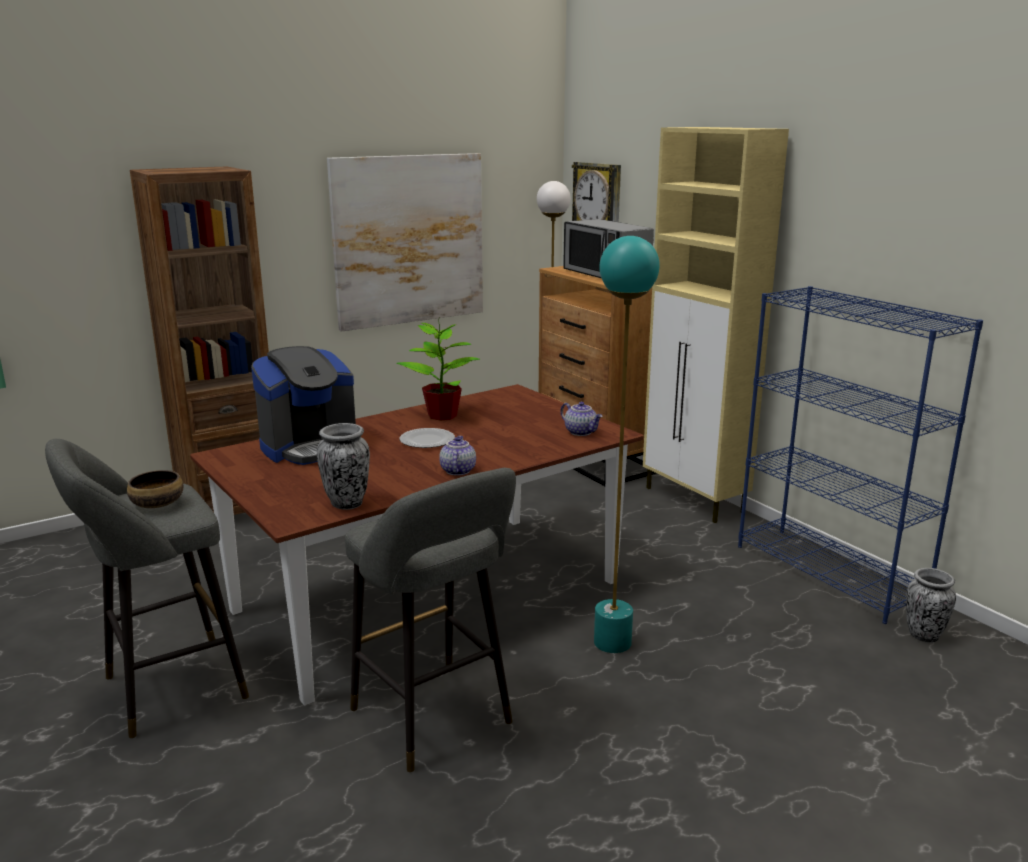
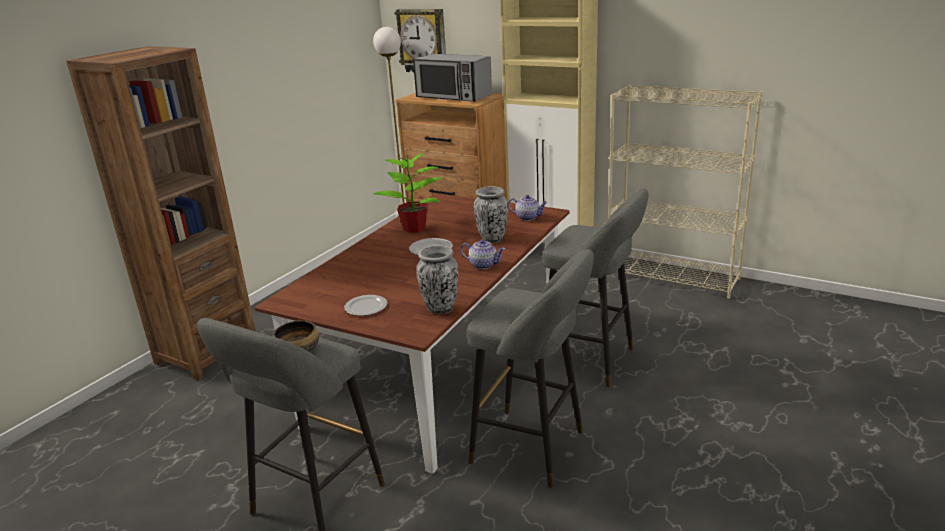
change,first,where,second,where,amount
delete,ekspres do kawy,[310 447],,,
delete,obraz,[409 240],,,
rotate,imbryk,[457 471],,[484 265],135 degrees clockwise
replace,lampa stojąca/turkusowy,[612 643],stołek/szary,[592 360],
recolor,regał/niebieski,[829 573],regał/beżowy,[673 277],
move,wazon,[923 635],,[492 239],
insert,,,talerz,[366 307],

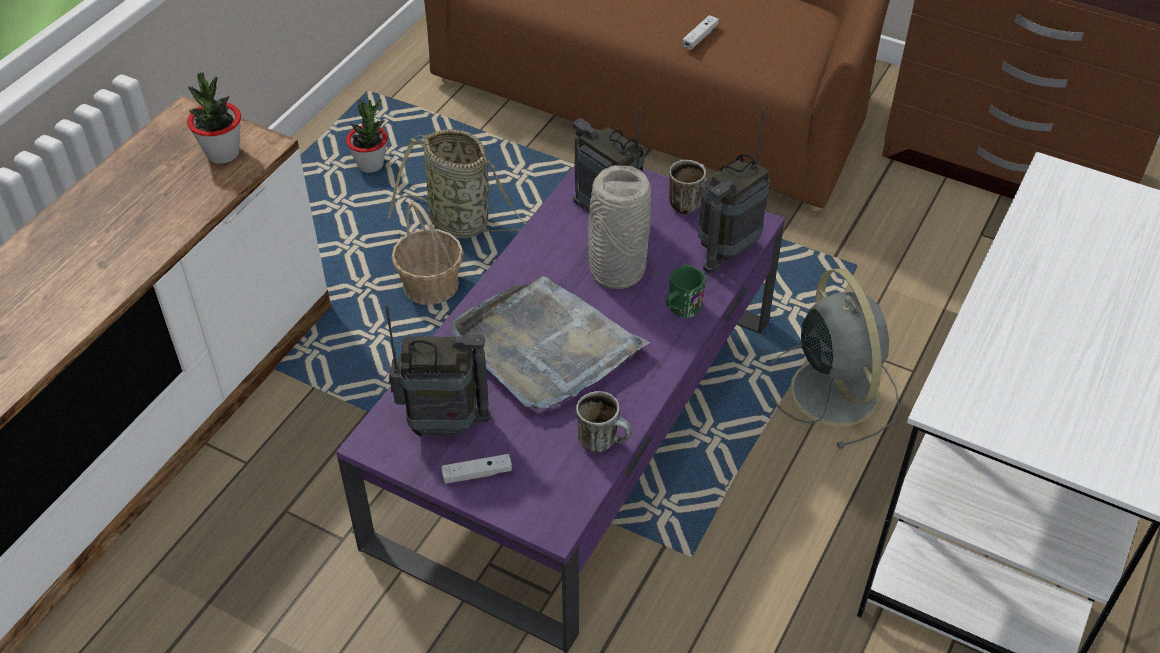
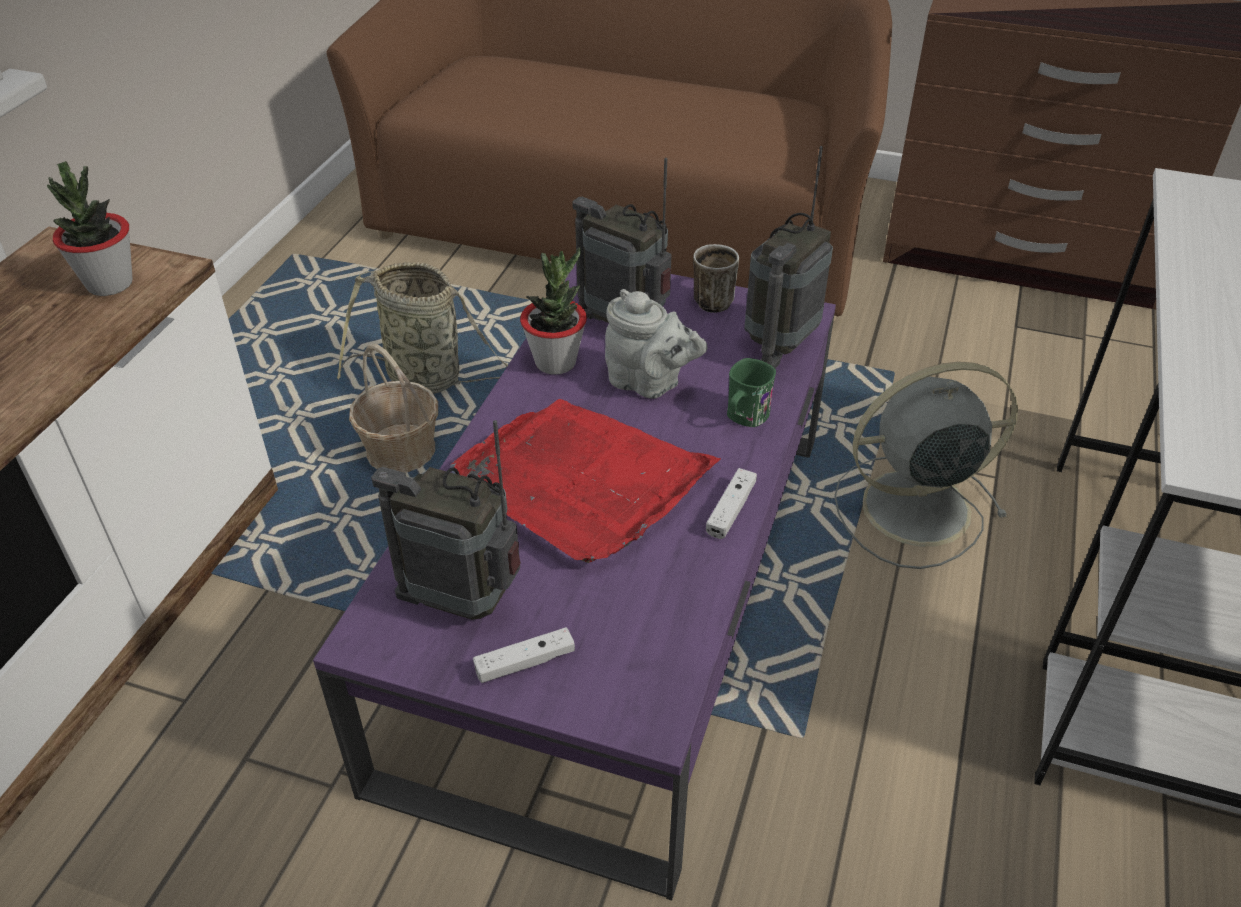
change,first,where,second,where,amount
move,roślina doniczkowa,[371 165],,[556 362],
rotate,radio,[443 425],,[463 602],150 degrees counterclockwise
recolor,taca/szary,[545 347],taca/czerwony,[582 483],
delete,kubek,[604 442],,,
replace,wazon/szary,[615 270],imbryk/szary,[649 383],
move,pad do gier/biały,[700 37],,[730 510],
rotate,wentylator/szary,[832 389],,[910 508],75 degrees counterclockwise

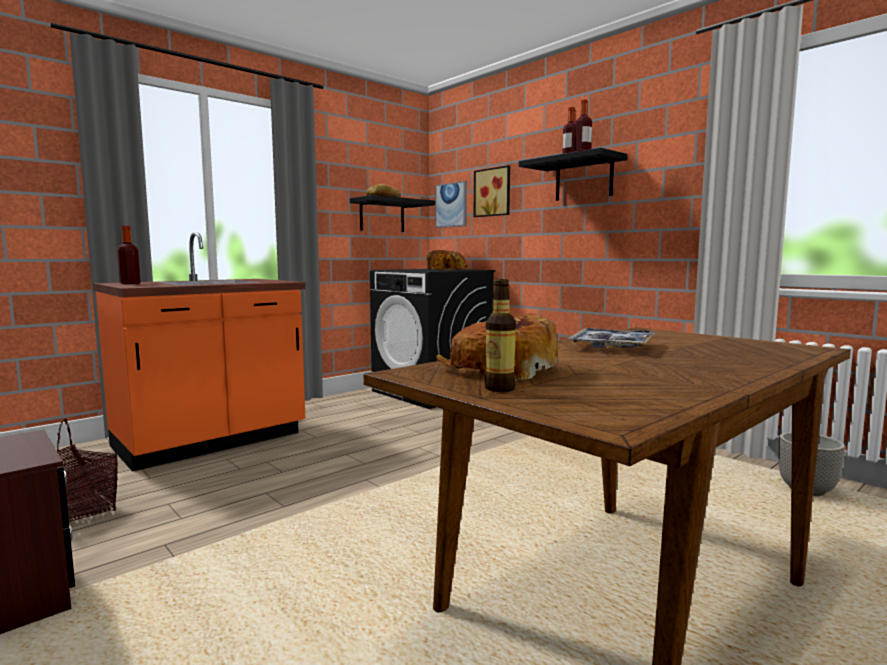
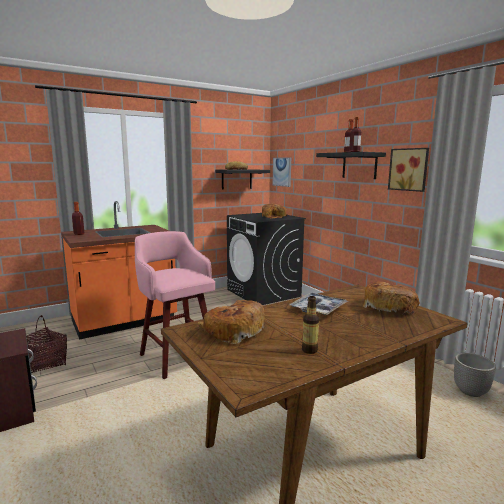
change,first,where,second,where,amount
move,obraz,[493 192],,[409 169],
move,butelka,[499 388],,[309 350],
insert,,,stołek/różowy,[177 356],
insert,,,chleb,[388 307],

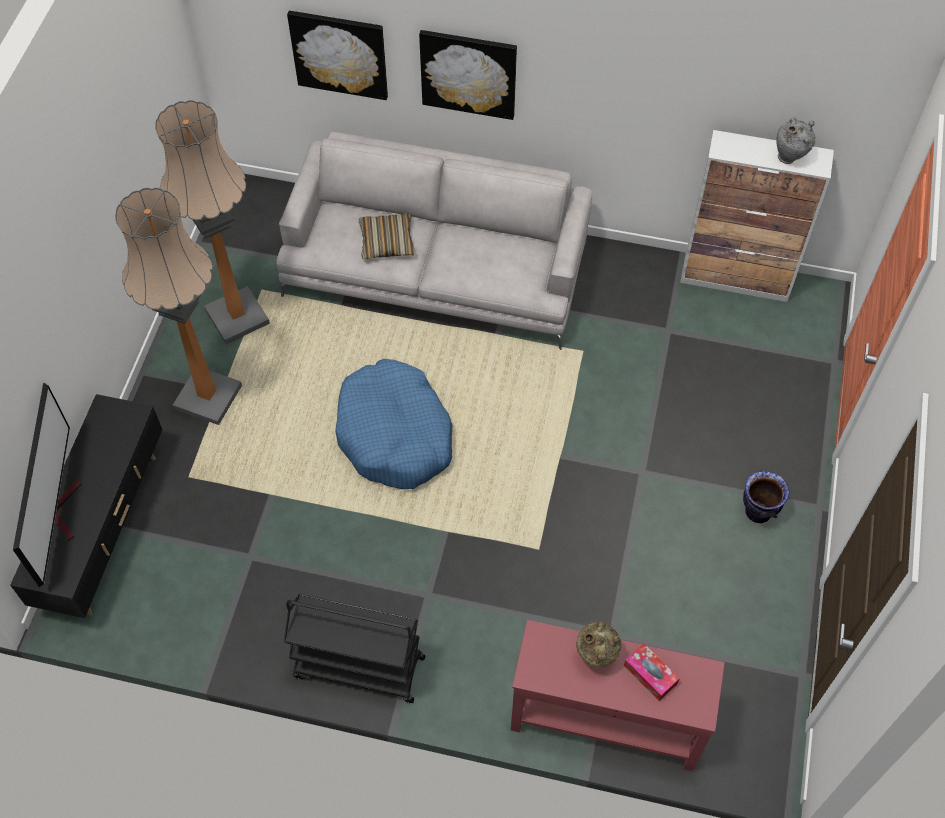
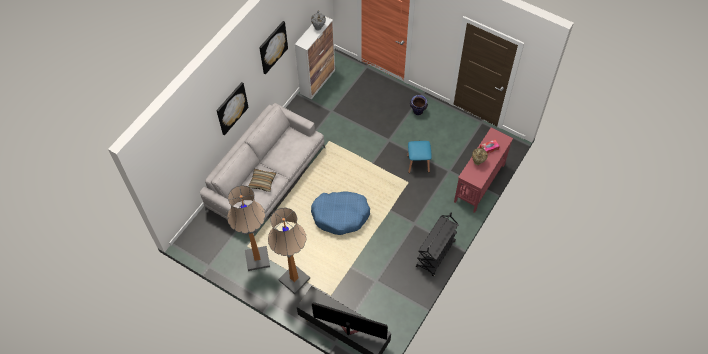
change,first,where,second,where,amount
move,obraz,[339 54],,[272 47],
insert,,,stołek/niebieski,[418 163],

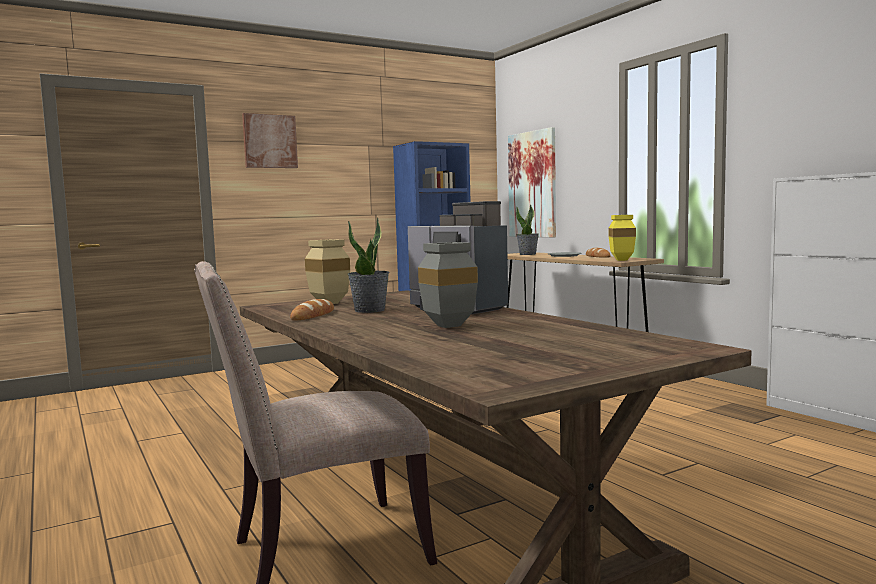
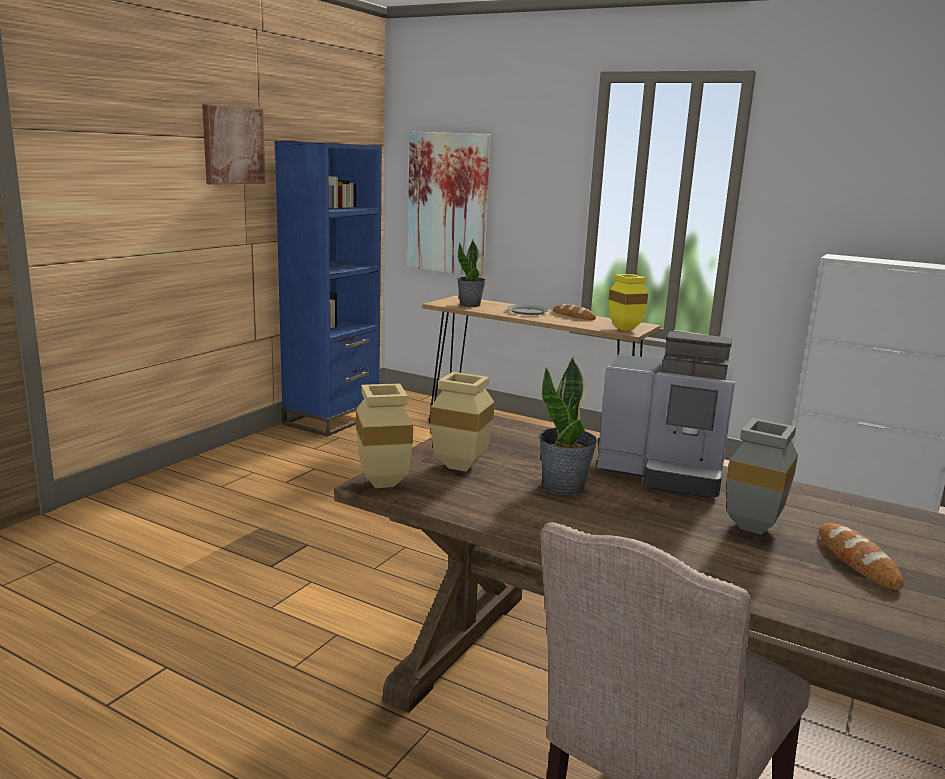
change,first,where,second,where,amount
move,obraz,[270 141],,[233 145],
move,chleb,[313 315],,[857 561],
insert,,,wazon/beżowy,[385 484],

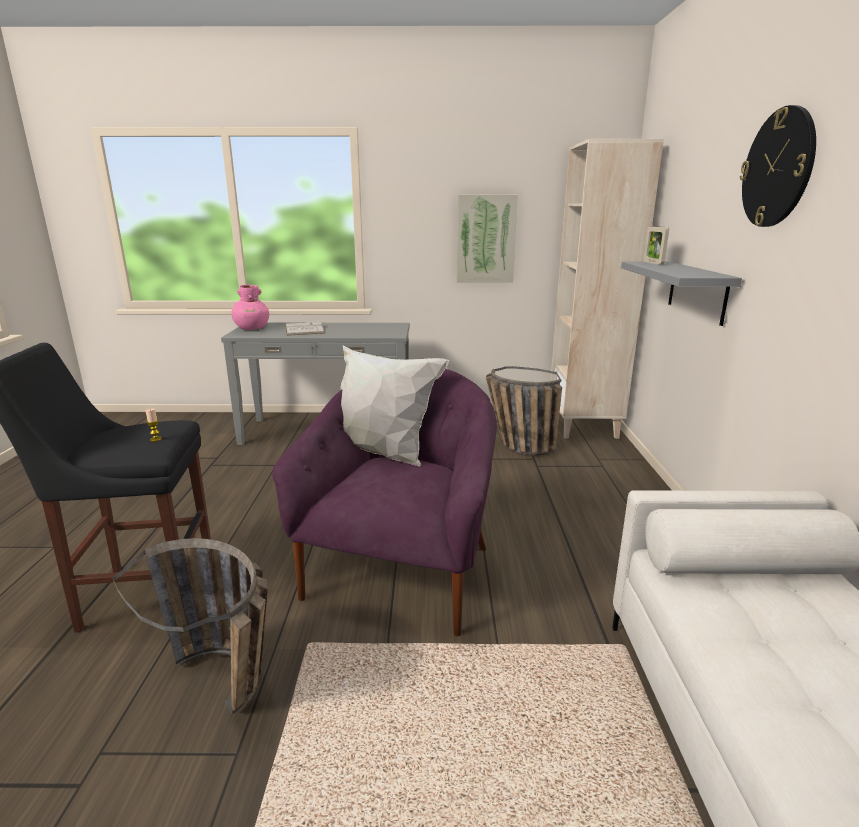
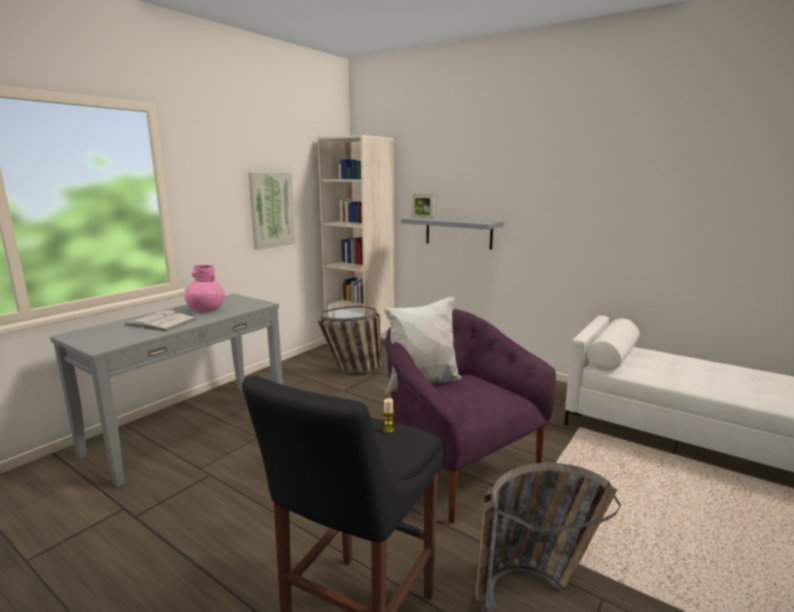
change,first,where,second,where,amount
move,wazon/różowy,[251 328],,[206 310],
delete,zegar ścienny,[778 168],,,

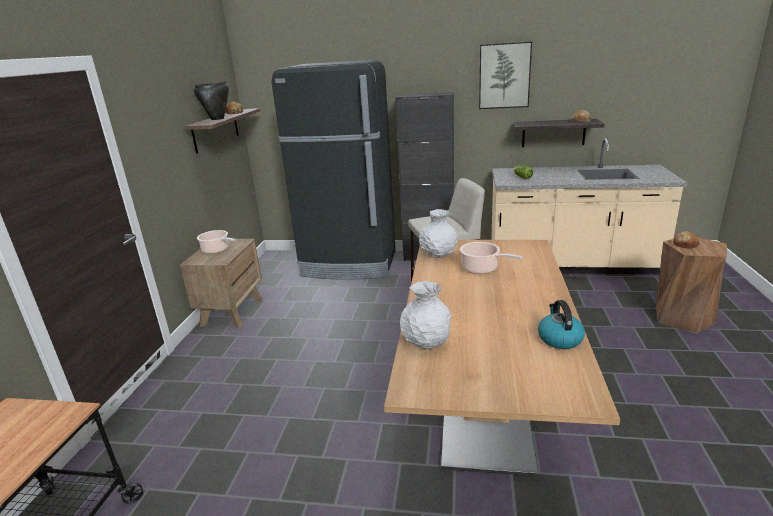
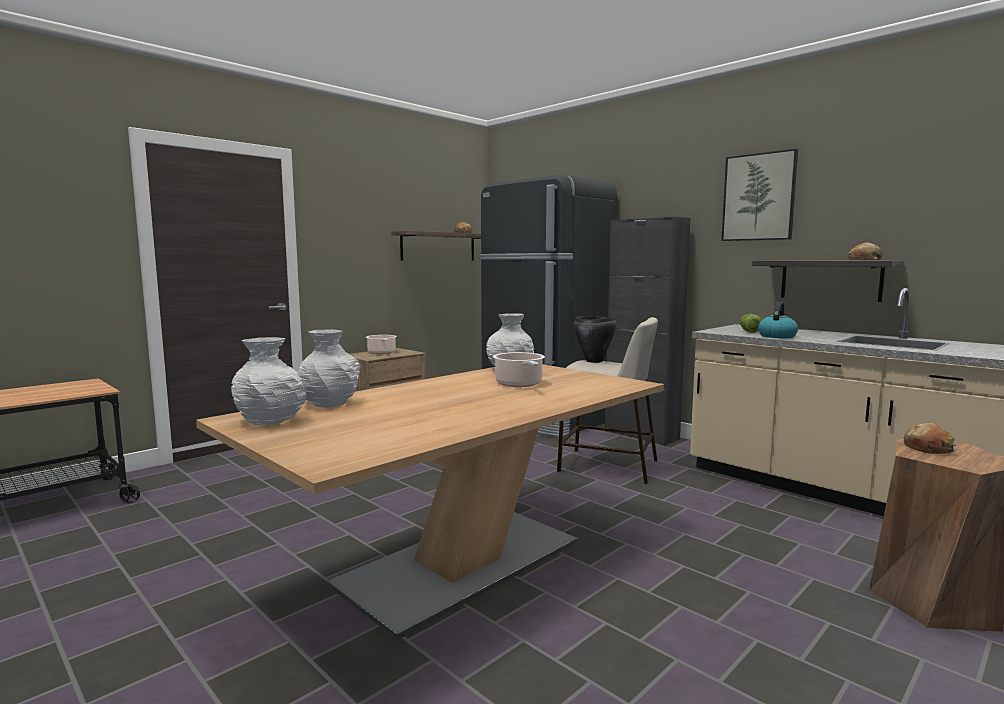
change,first,where,second,where,amount
move,garnek/czarny,[217 119],,[594 361],
move,czajnik,[559 338],,[777 336],
insert,,,wazon/biały,[271 420],

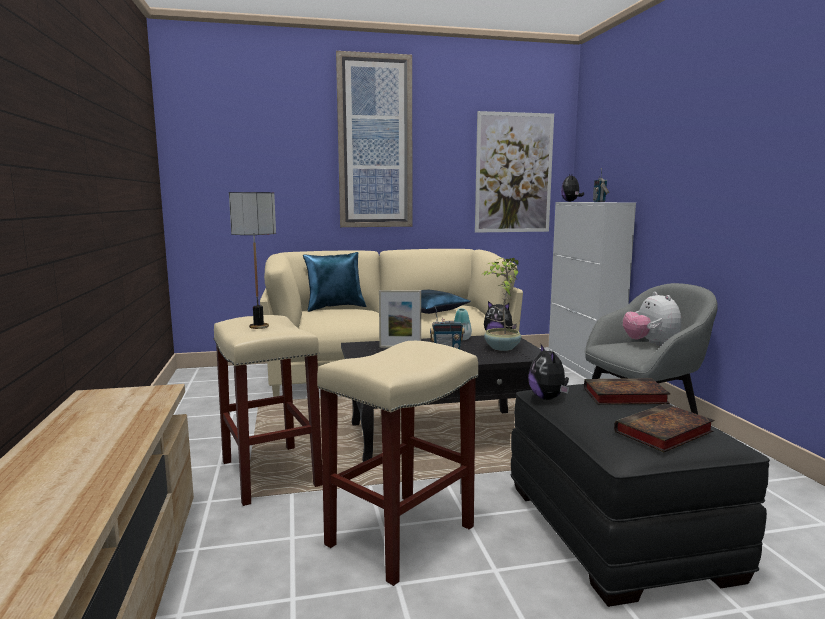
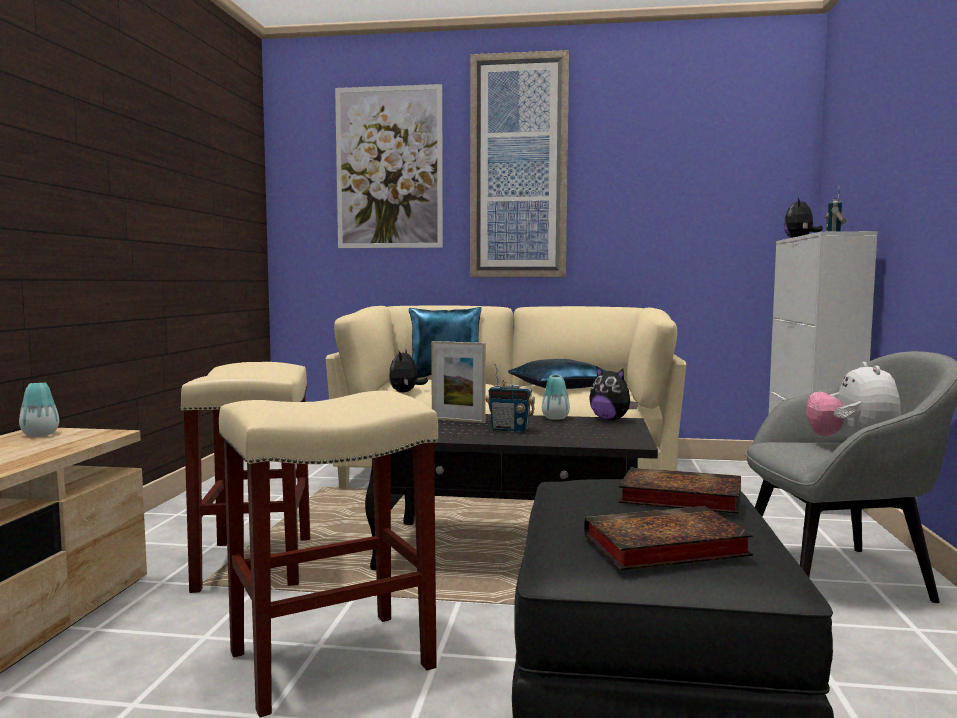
change,first,where,second,where,amount
delete,lampa stołowa,[258 326],,,
move,obraz,[513 173],,[389 168],
delete,roślina doniczkowa,[501 348],,,
move,pluszak,[548 398],,[405 392],
insert,,,wazon,[40 434],

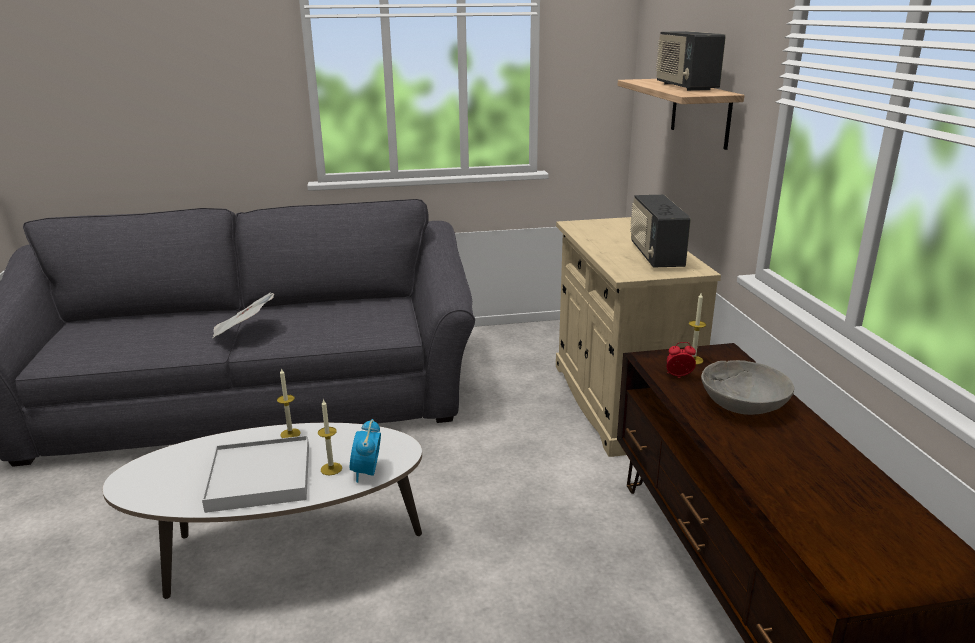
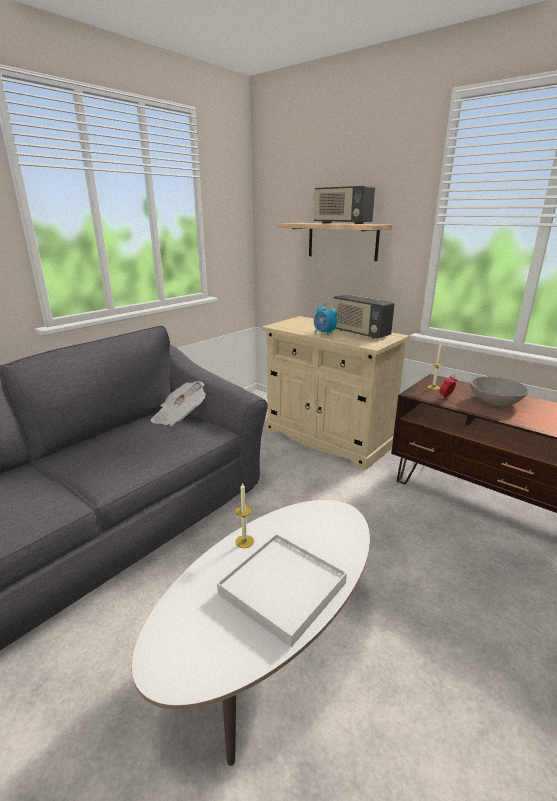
change,first,where,second,where,amount
move,gazeta,[243 331],,[179 417],
delete,świeca,[331 469],,,
move,budzik,[367 472],,[324 333],

